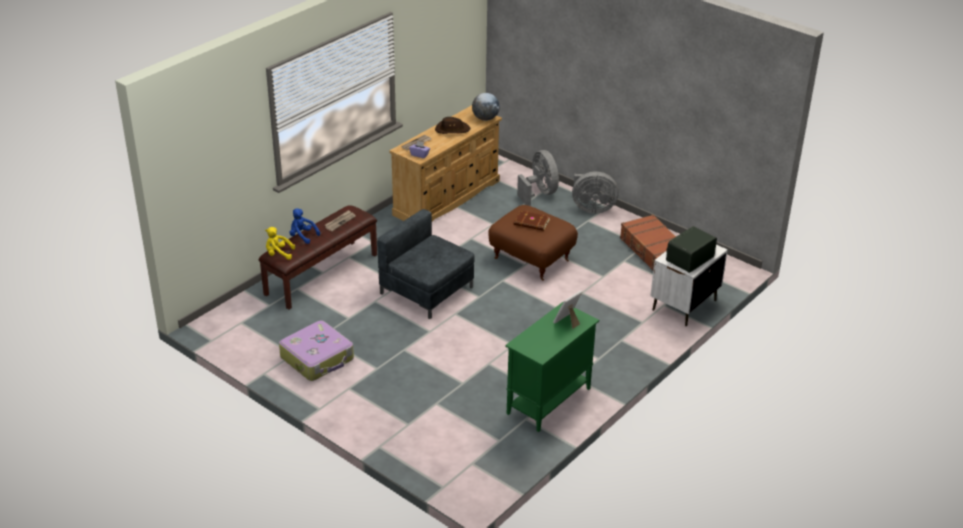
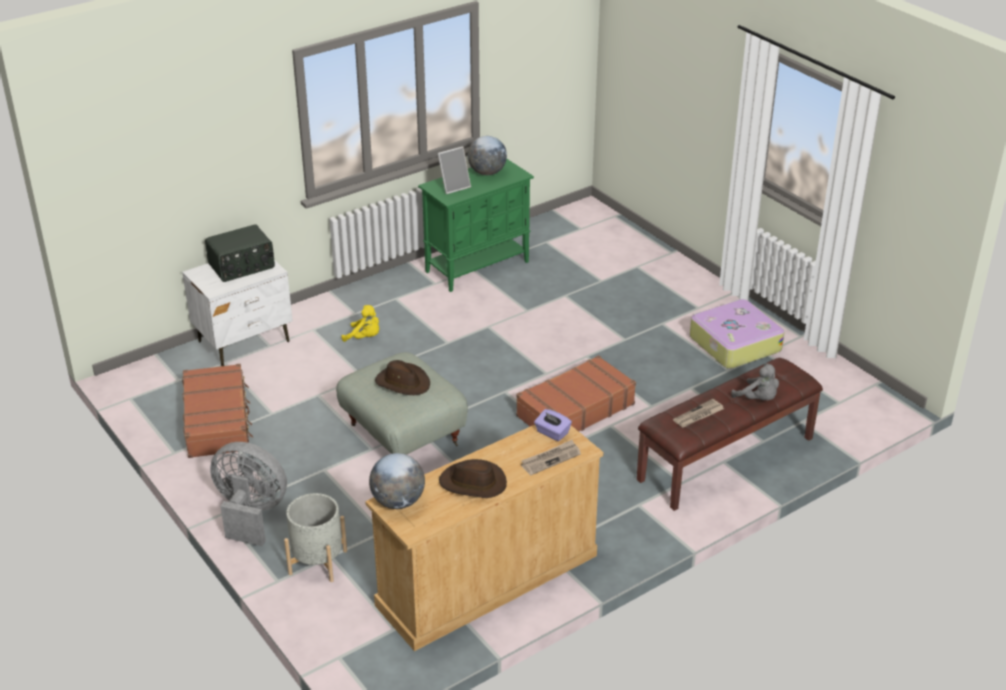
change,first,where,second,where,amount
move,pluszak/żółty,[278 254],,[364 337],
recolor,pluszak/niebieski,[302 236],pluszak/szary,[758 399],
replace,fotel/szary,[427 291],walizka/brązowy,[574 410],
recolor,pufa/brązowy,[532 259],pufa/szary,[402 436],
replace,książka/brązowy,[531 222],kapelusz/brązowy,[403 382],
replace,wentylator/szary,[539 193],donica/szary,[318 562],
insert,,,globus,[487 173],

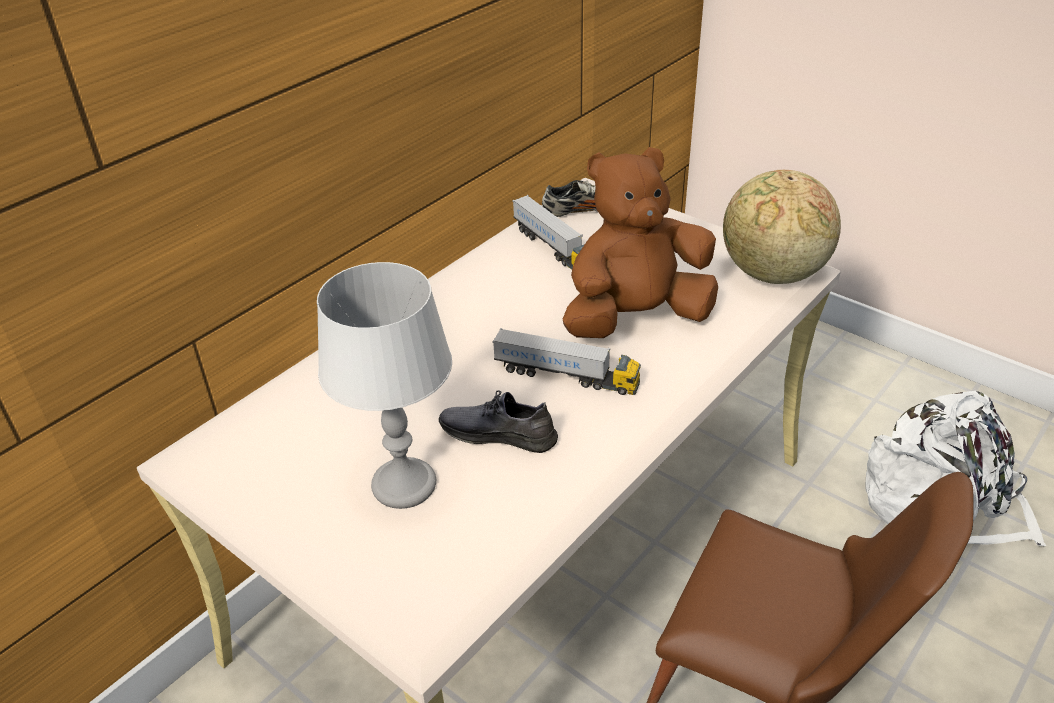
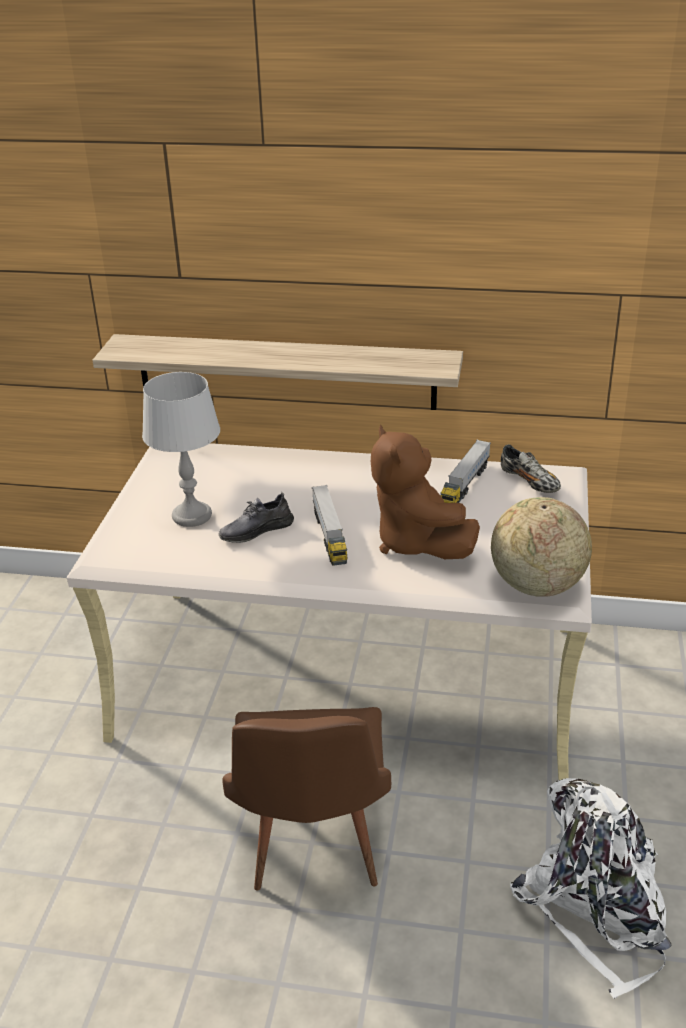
change,first,where,second,where,amount
rotate,but/szary,[498 434],,[256 530],105 degrees counterclockwise
rotate,pluszak/brązowy,[636 318],,[417 542],150 degrees counterclockwise
insert,,,półka,[285 371],

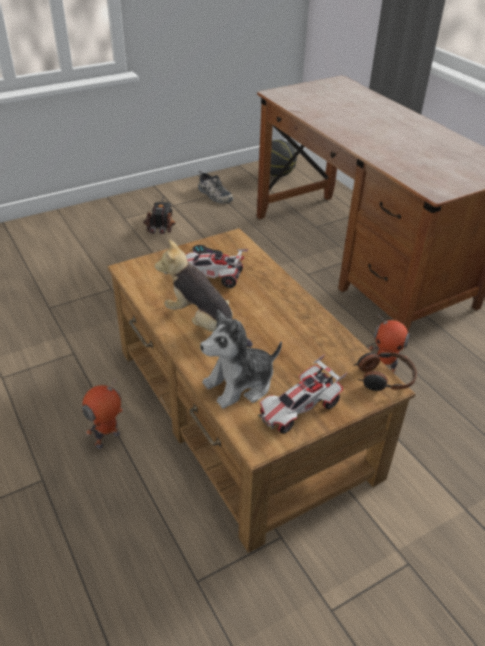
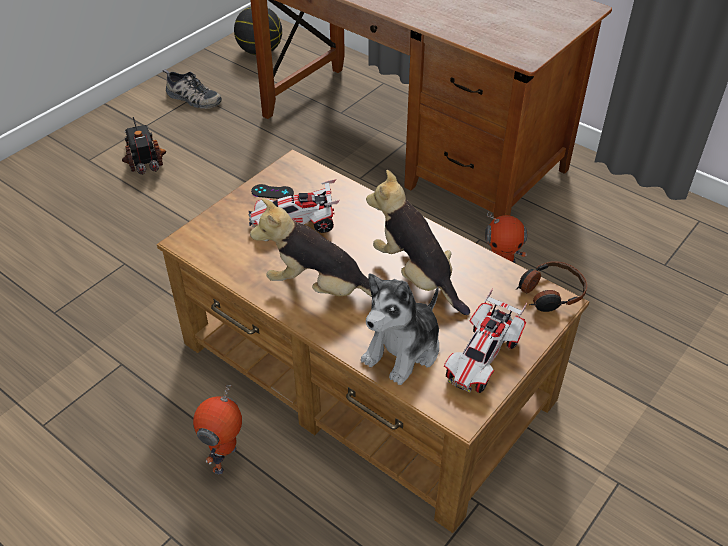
change,first,where,second,where,amount
insert,,,pluszak,[416 275],

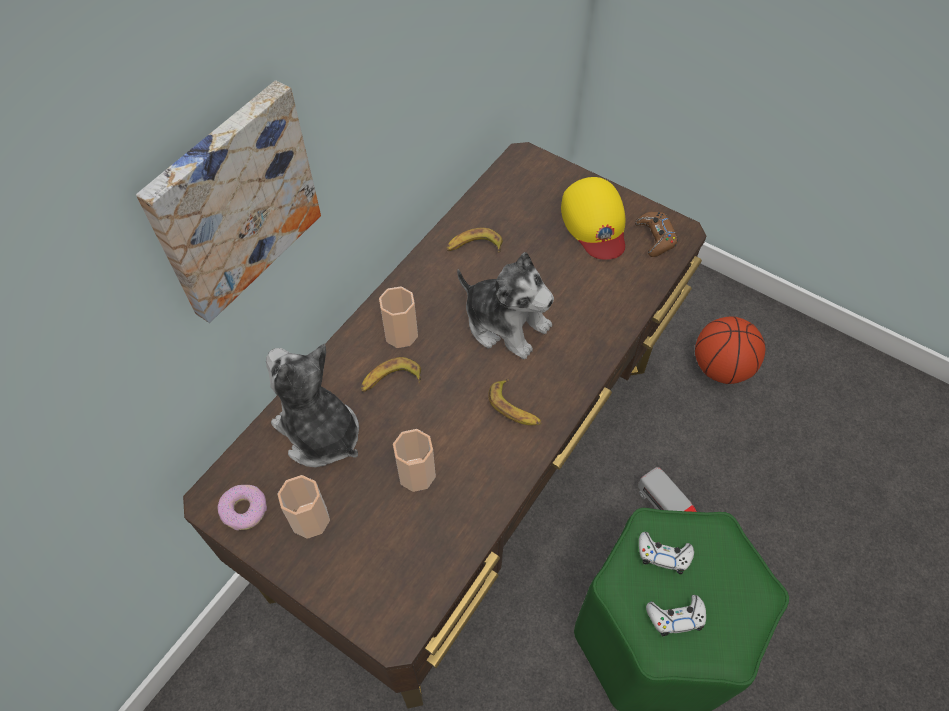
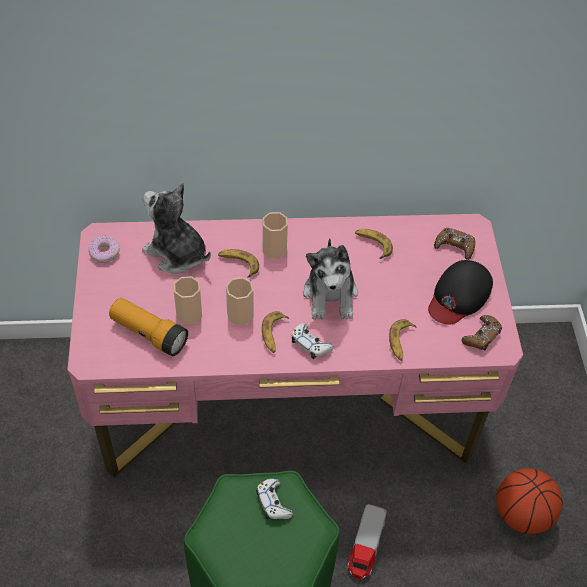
change,first,where,second,where,amount
delete,obraz,[232 201],,,
recolor,biurko/brązowy,[471 473],biurko/różowy,[287 404],
rotate,pluszak,[319 432],,[176 253],60 degrees counterclockwise
move,filiżanka,[310 519],,[240 314],
recolor,czapka z daszkiem/żółty,[595 222],czapka z daszkiem/czarny,[458 295],
move,pad do gier/biały,[675 617],,[310 344],
insert,,,latarka,[149 334],
insert,,,banan,[400 342],
insert,,,pad do gier/brązowy,[454 246],

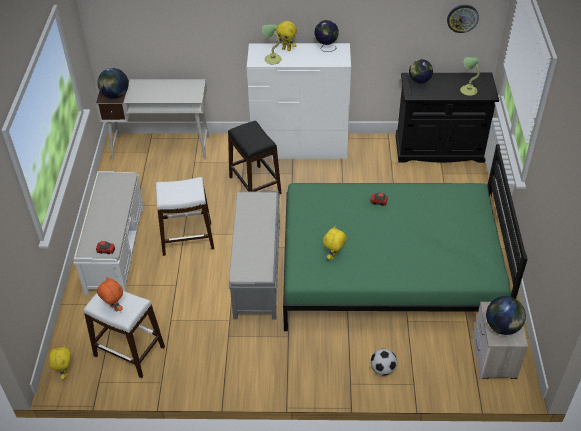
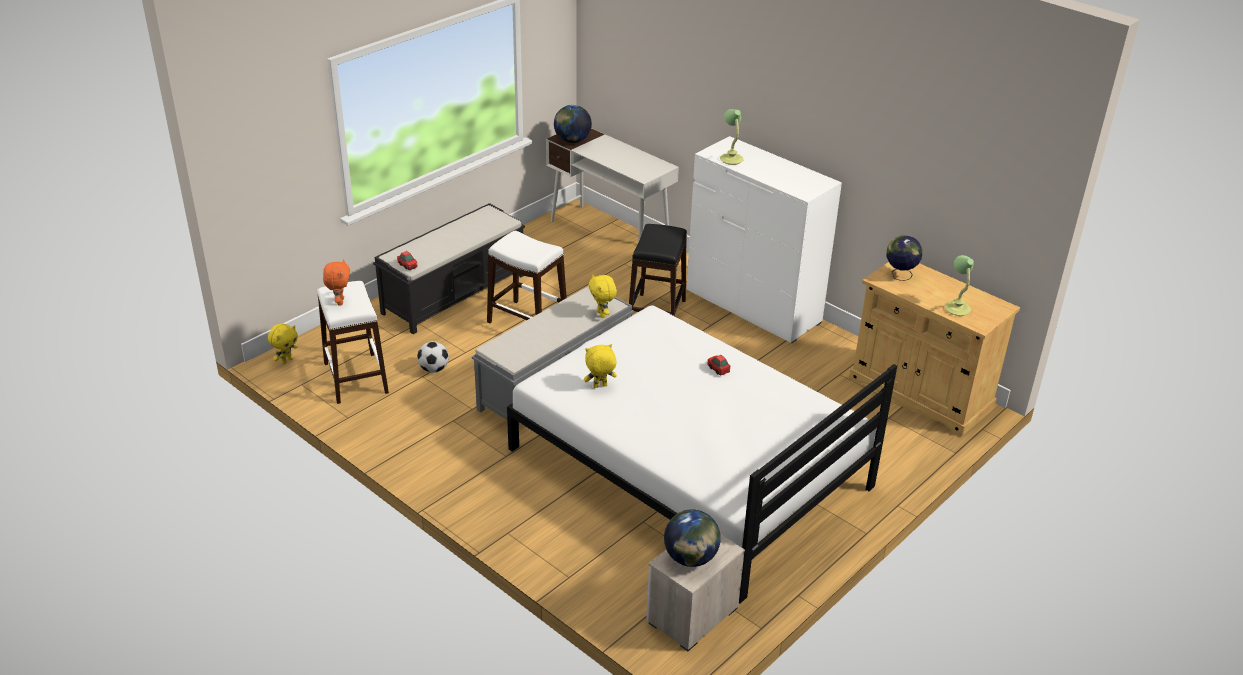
change,first,where,second,where,amount
recolor,ławka/biały,[116 248],ławka/czarny,[455 293],
move,pluszak/żółty,[287 49],,[602 314],
recolor,łóżko/zielony,[389 271],łóżko/biały,[688 468],
delete,globus,[326 48],,,
move,piłka futbolowa,[382 369],,[434 369],
recolor,szafka/czarny,[439 149],szafka/beżowy,[920 393],
delete,zegar ścienny,[462 18],,,

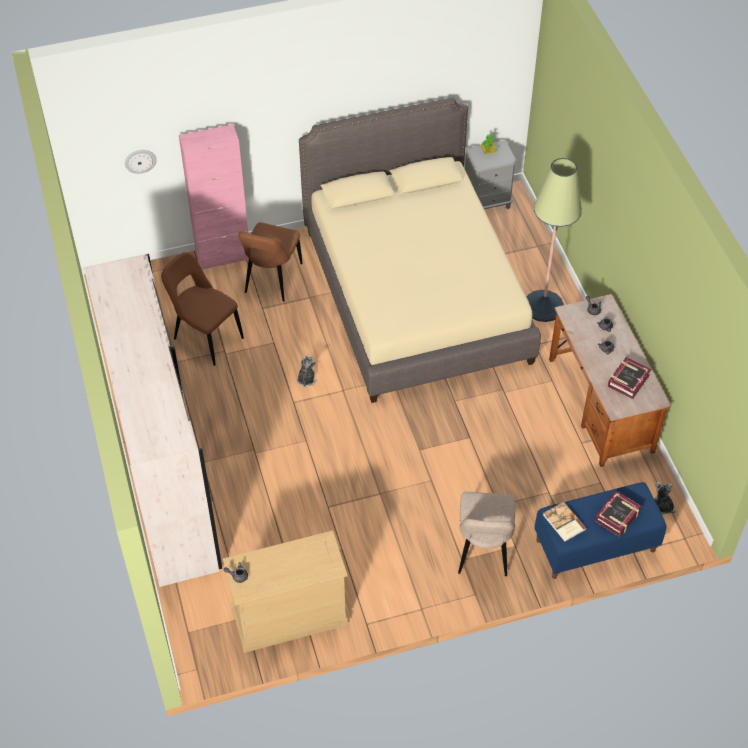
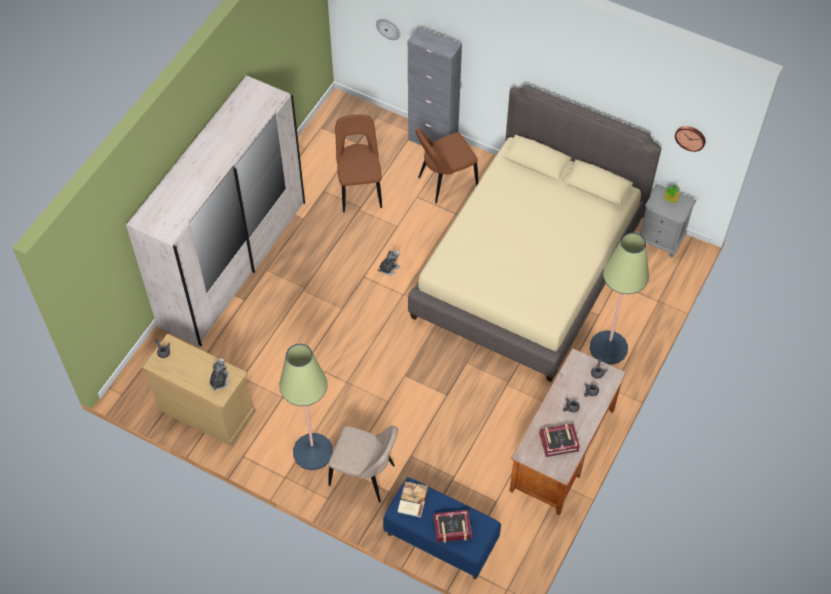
change,first,where,second,where,amount
recolor,szafka/różowy,[223 256],szafka/szary,[433 141],
rotate,krzesło/beżowy,[483 551],,[365 476],120 degrees counterclockwise
move,pluszak,[661 506],,[219 381],
insert,,,lampa stojąca,[313 452],
insert,,,zegar ścienny,[690 137],

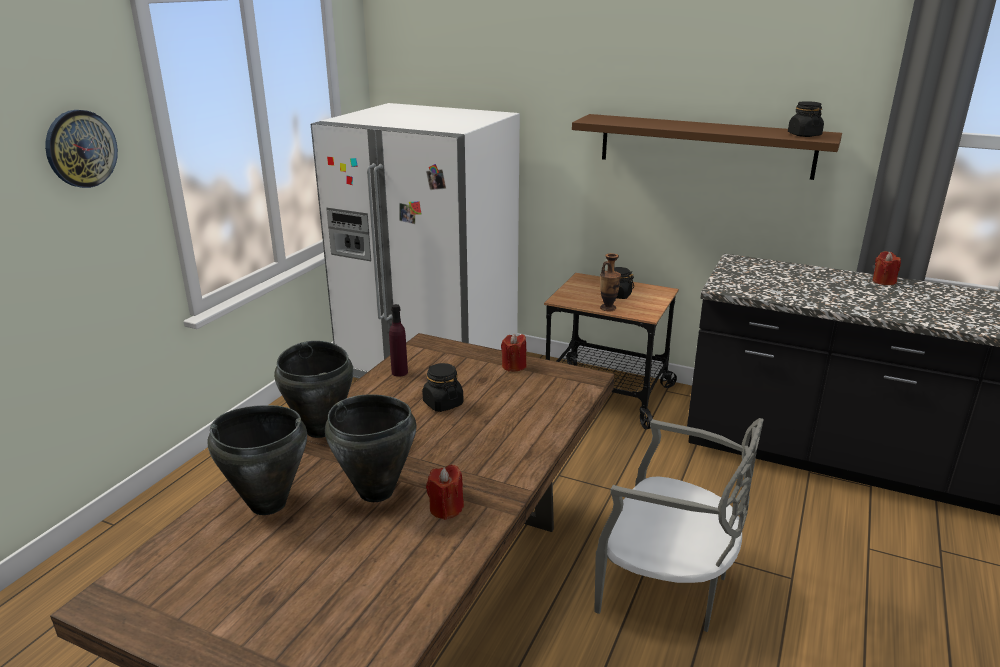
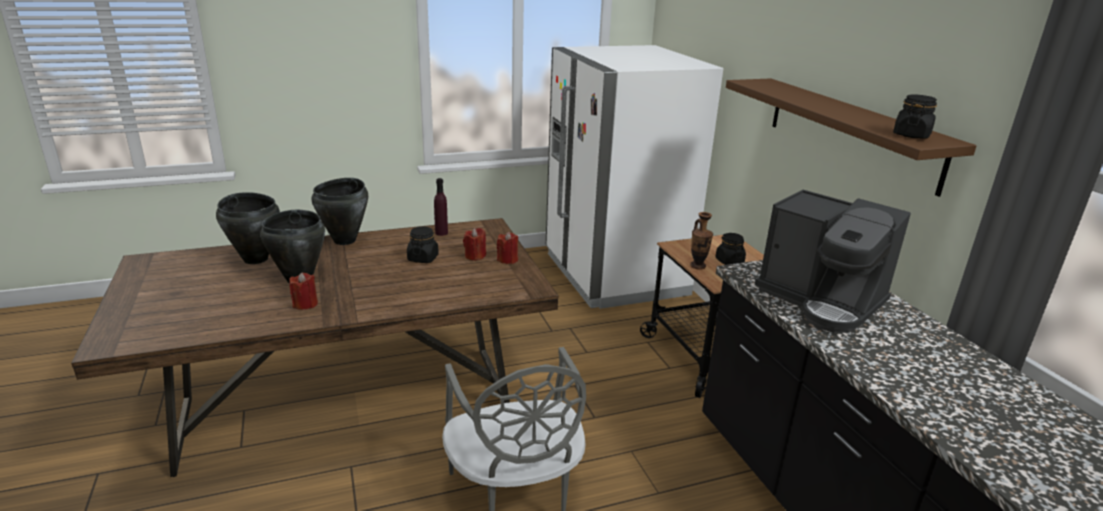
change,first,where,second,where,amount
delete,zegar ścienny,[81 148],,,
move,świeca/czerwony,[883 281],,[475 256],
insert,,,ekspres do kawy,[821 301],

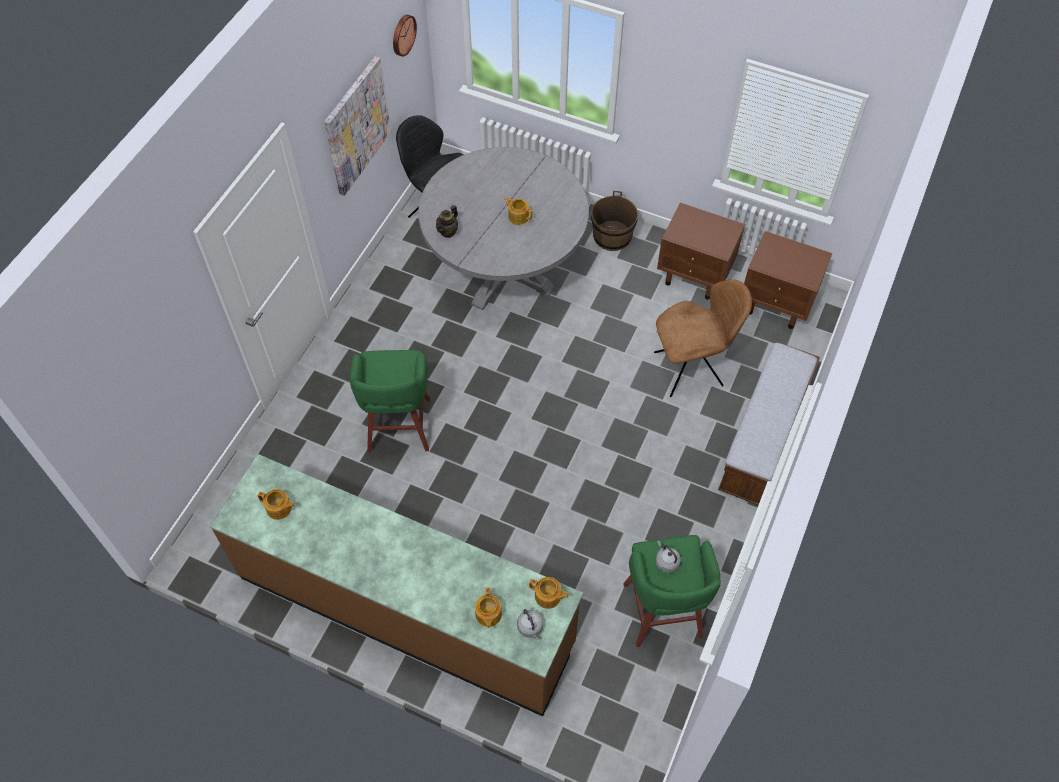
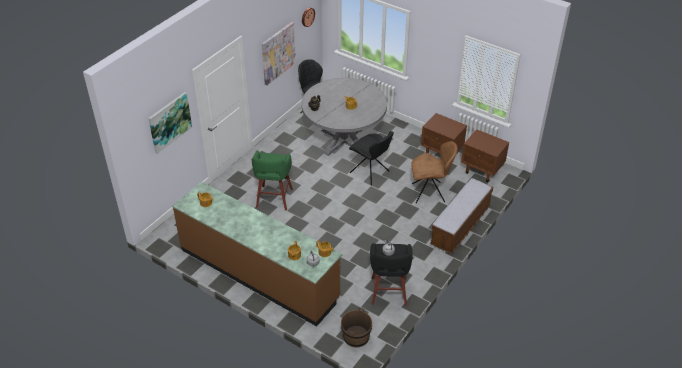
change,first,where,second,where,amount
move,wiadro/brązowy,[612 236],,[356 337],
recolor,stołek/zielony,[662 613],stołek/czarny,[388 292],
insert,,,obraz,[169 122],
insert,,,krzesło/czarny,[370 172],

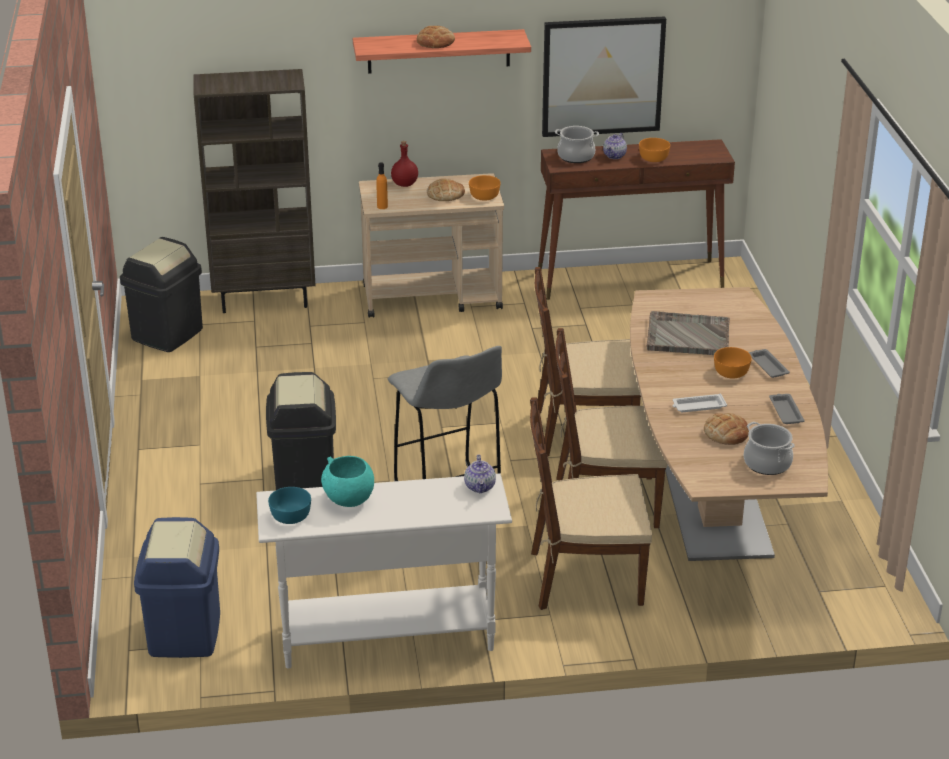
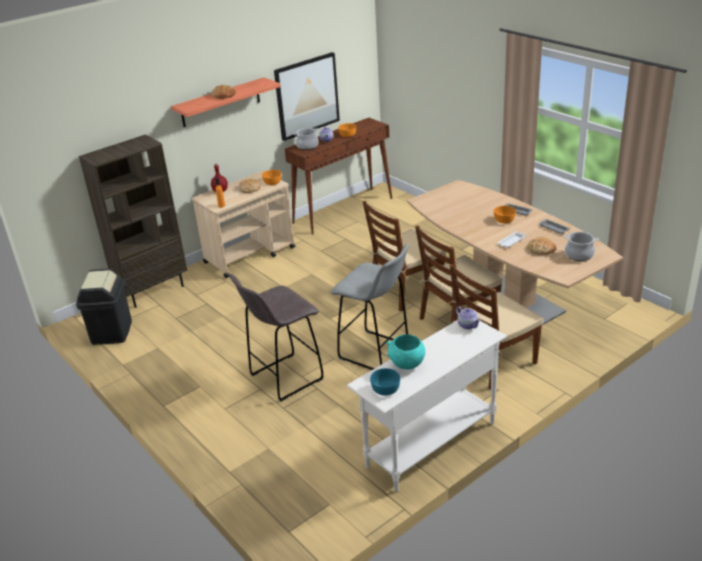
change,first,where,second,where,amount
delete,kosz na śmieci/niebieski,[184 634],,,
replace,kosz na śmieci/czarny,[304 478],stołek/szary,[284 378],
delete,taca/szary,[687 336],,,

